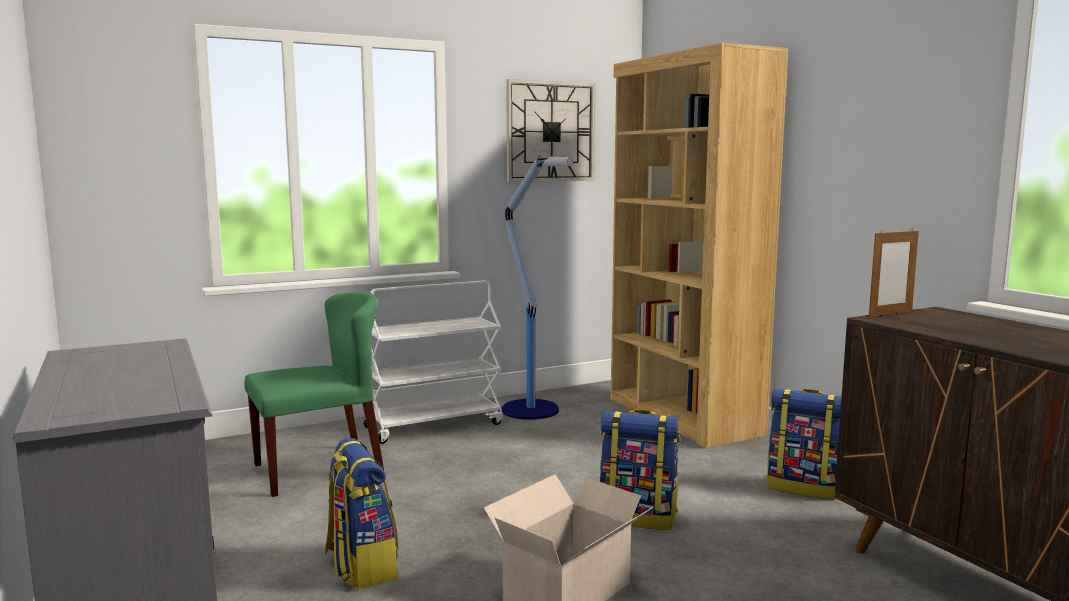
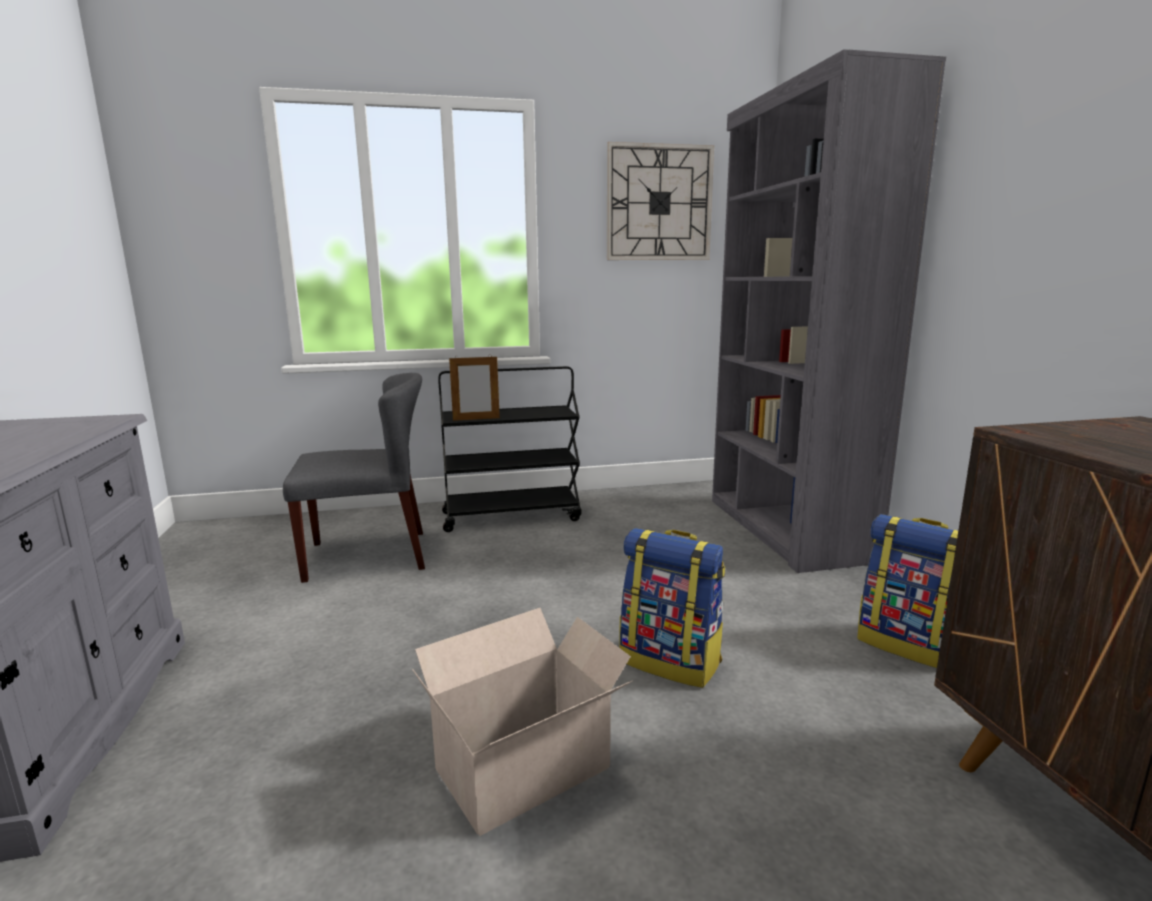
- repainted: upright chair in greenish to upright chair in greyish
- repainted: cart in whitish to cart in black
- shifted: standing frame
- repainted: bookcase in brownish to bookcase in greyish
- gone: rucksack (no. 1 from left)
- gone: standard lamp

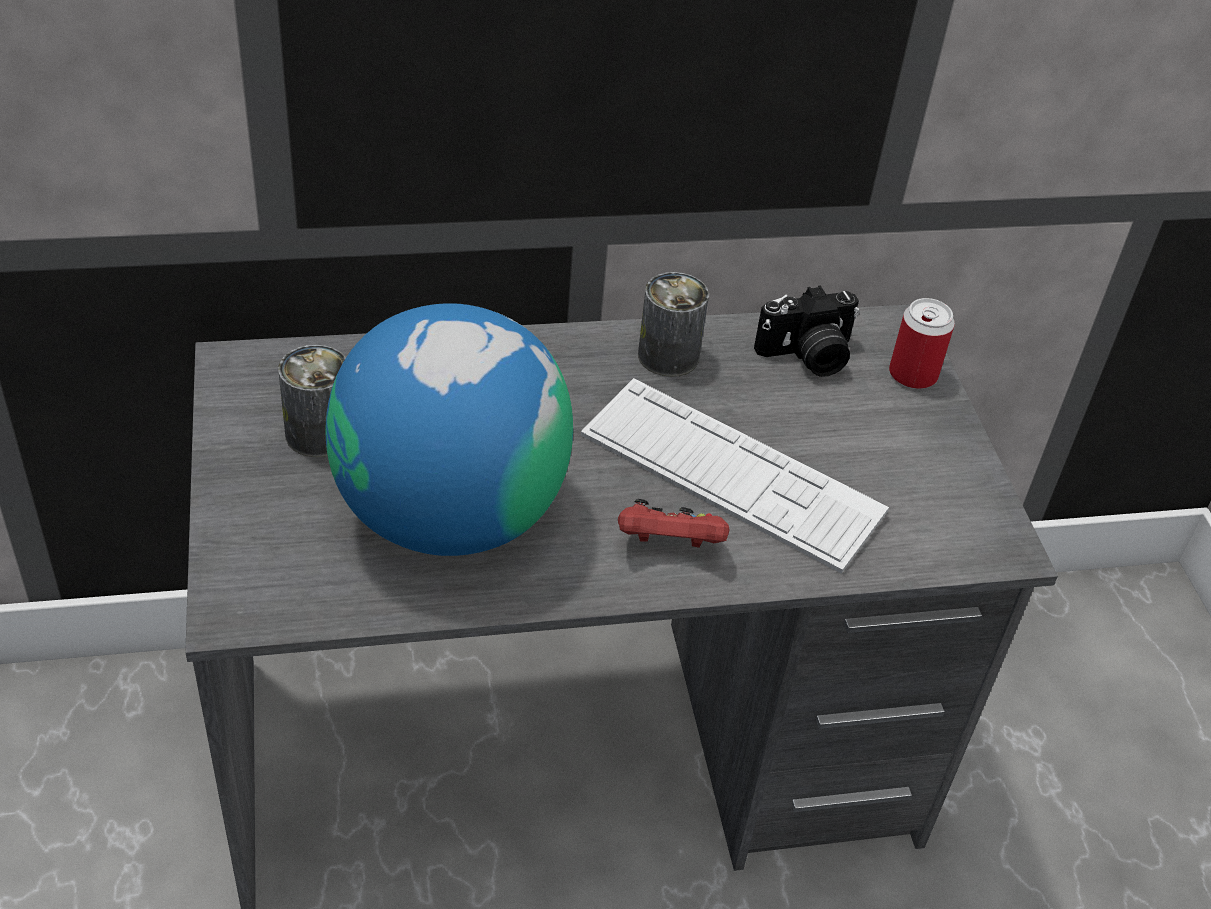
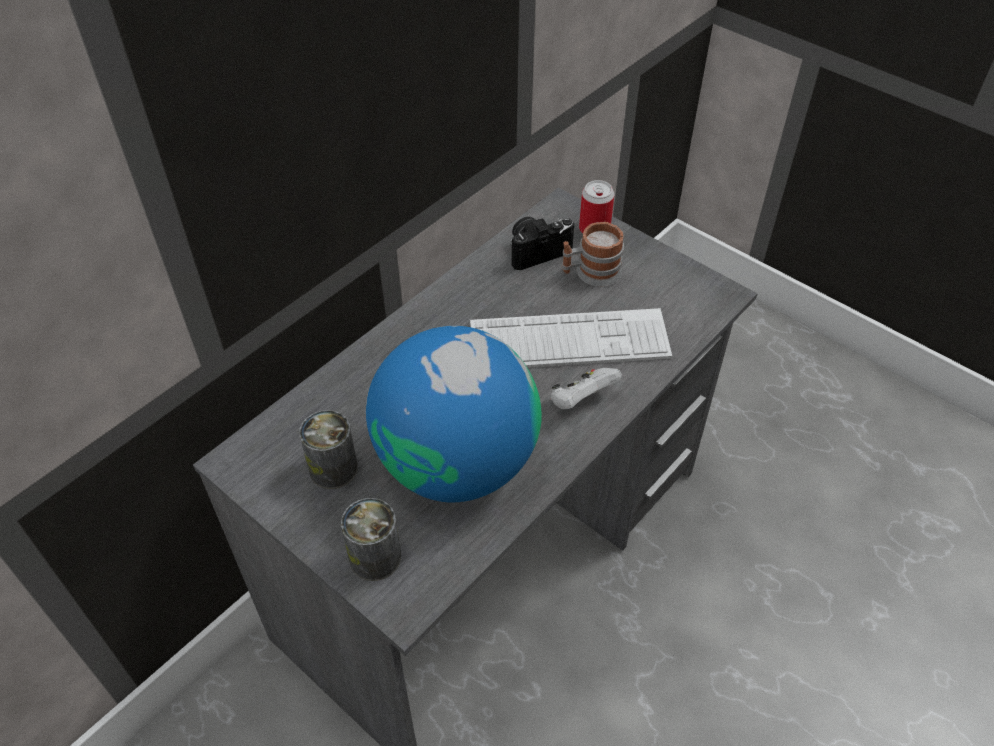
- shifted: sealed can (no. 2 from left)
- rotated: still camera 150 degrees counterclockwise
- repainted: game controller in red to game controller in whitish
- new: coffee mug

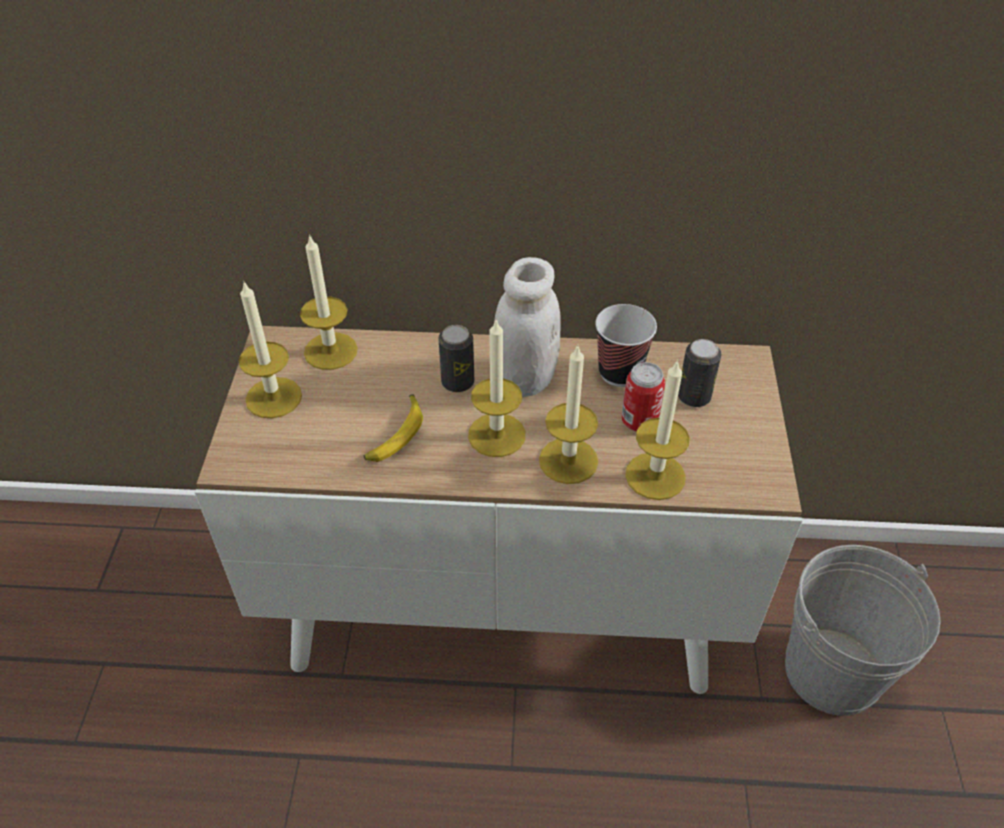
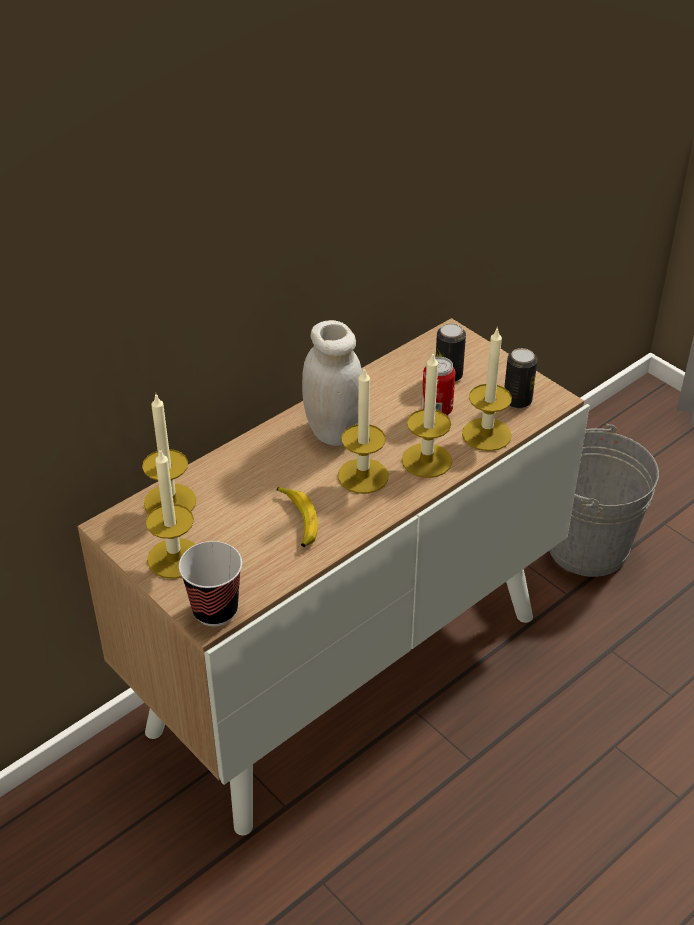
- shifted: small cup
- shifted: sealed can (no. 1 from left in the first image) to sealed can (no. 3 from left)

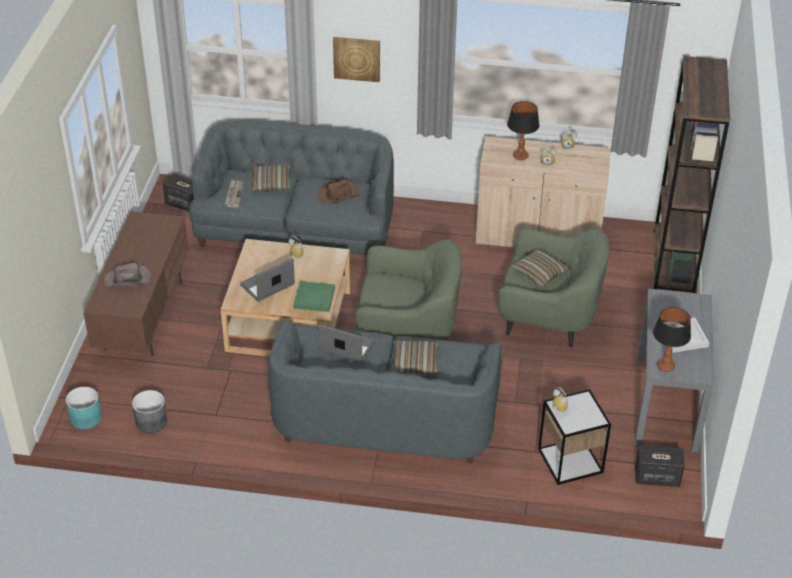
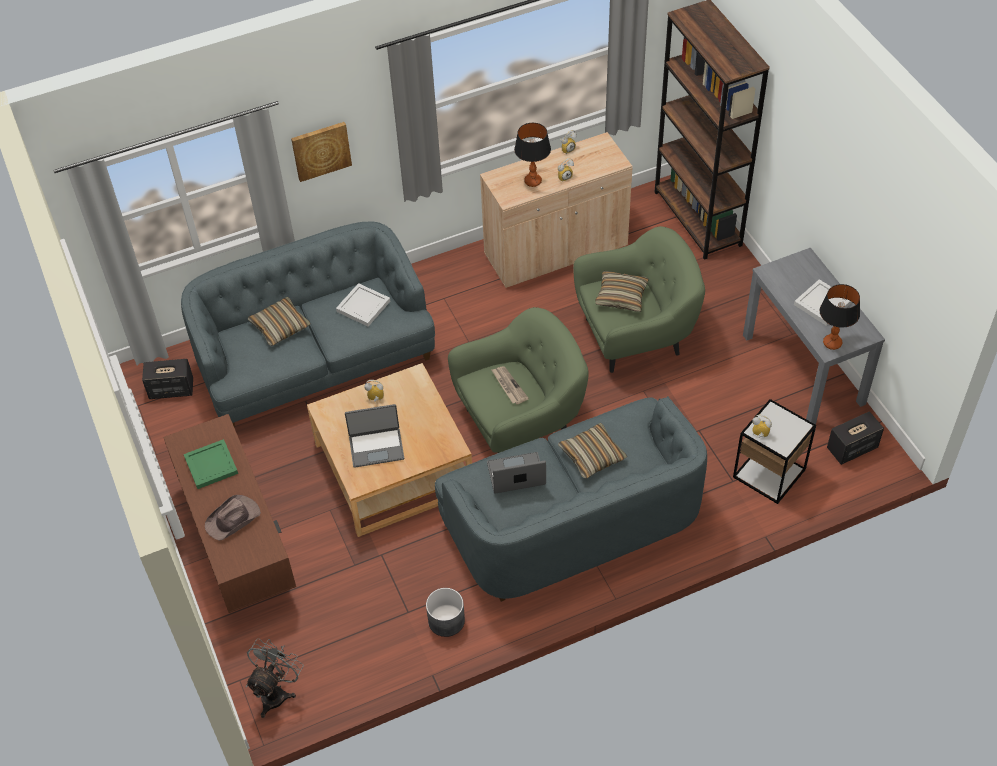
- shifted: carrying tray in greenish
- swapped: flower pot in turquoise to cooling fan in greyish
- swapped: clothing hat in brownish (no. 2 from left) to carrying tray in whitish (no. 1 from left)
- rotated: notebook computer (no. 1 from left) 120 degrees counterclockwise
- shifted: flower pot in greyish
- shifted: newspaper

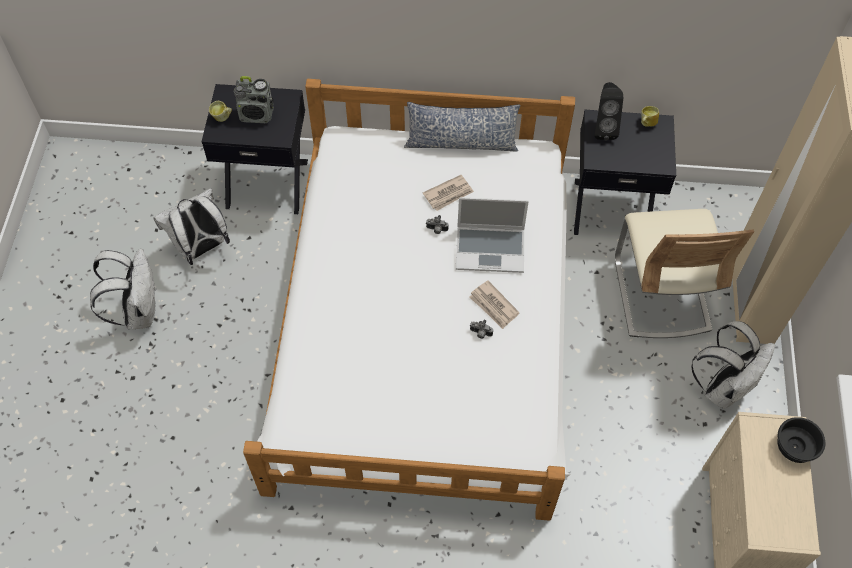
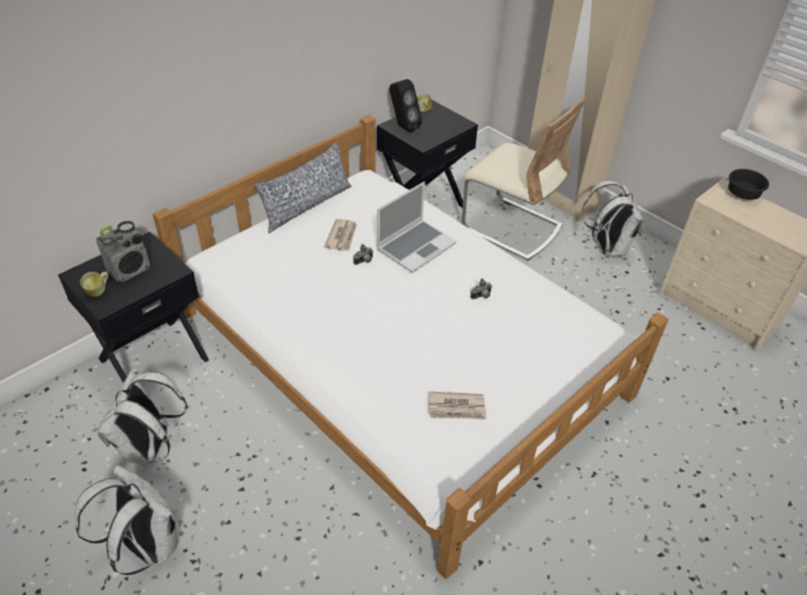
- shifted: newspaper (no. 2 from left)

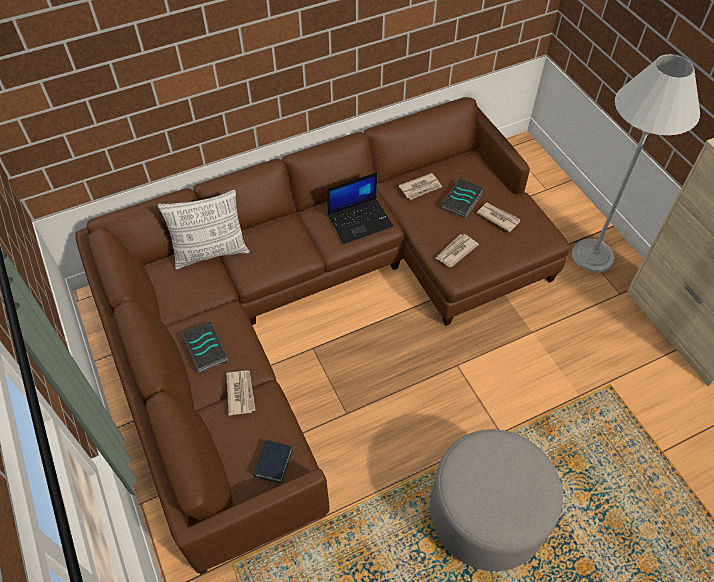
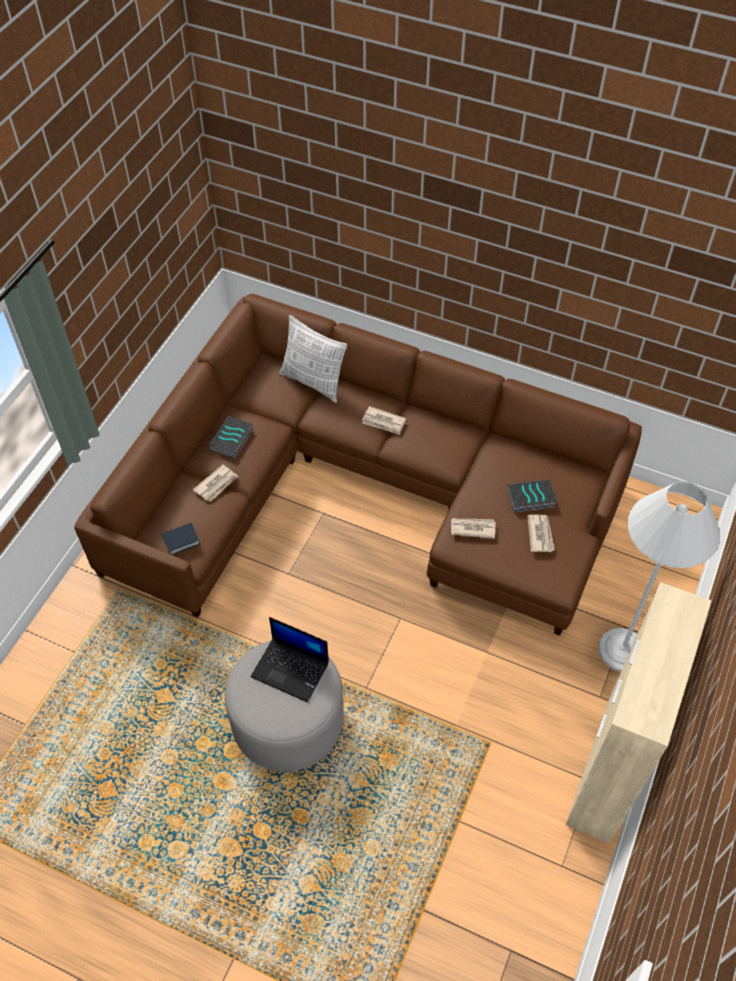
- shifted: notebook computer
- shifted: newspaper (no. 2 from left)

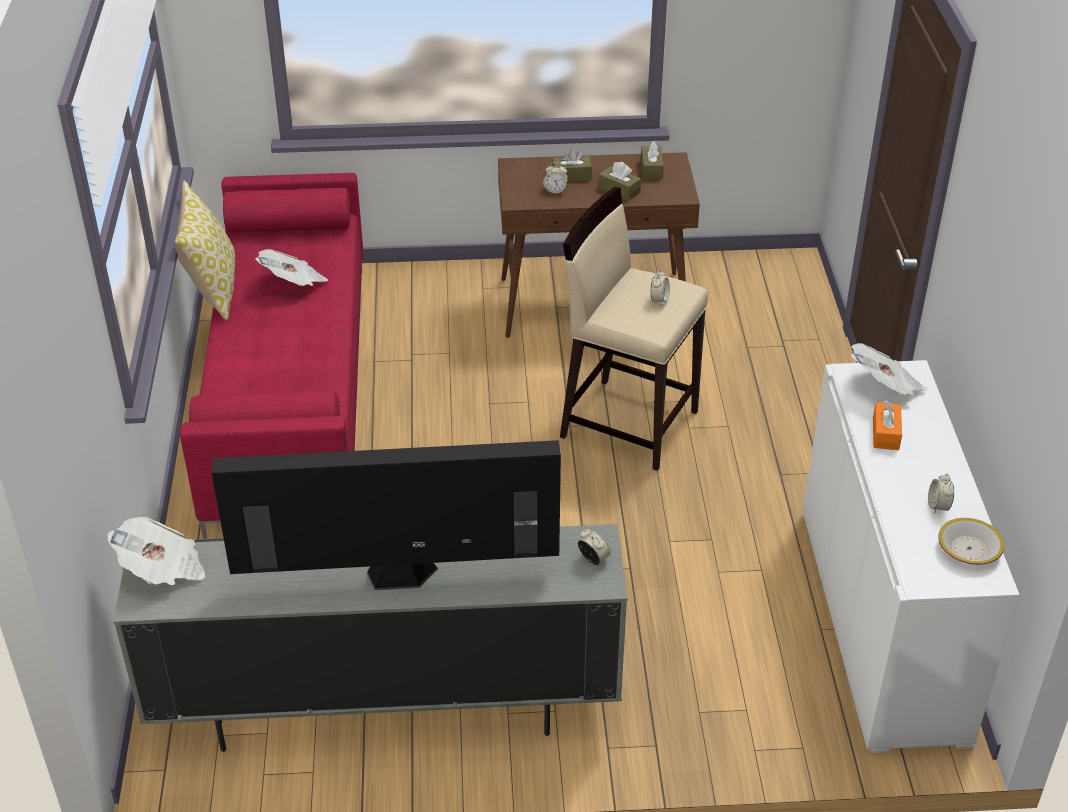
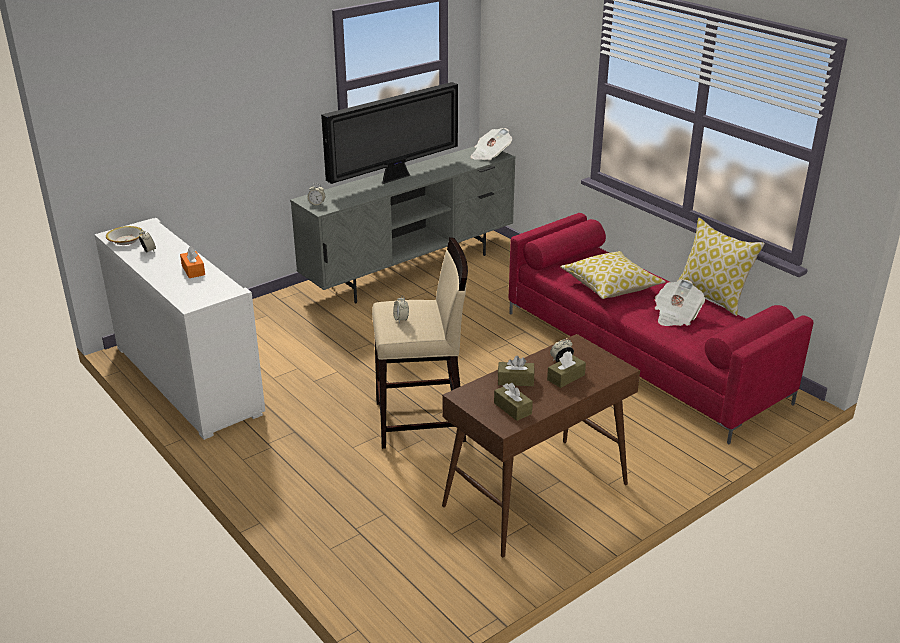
- new: cushion (no. 1 from left)
- gone: newspaper (no. 3 from left)

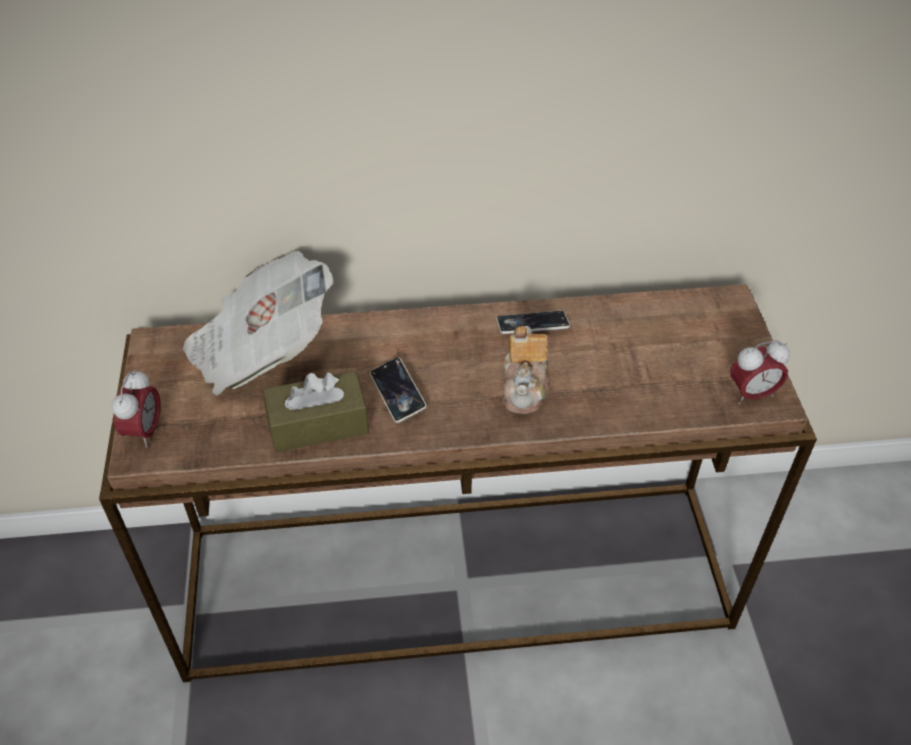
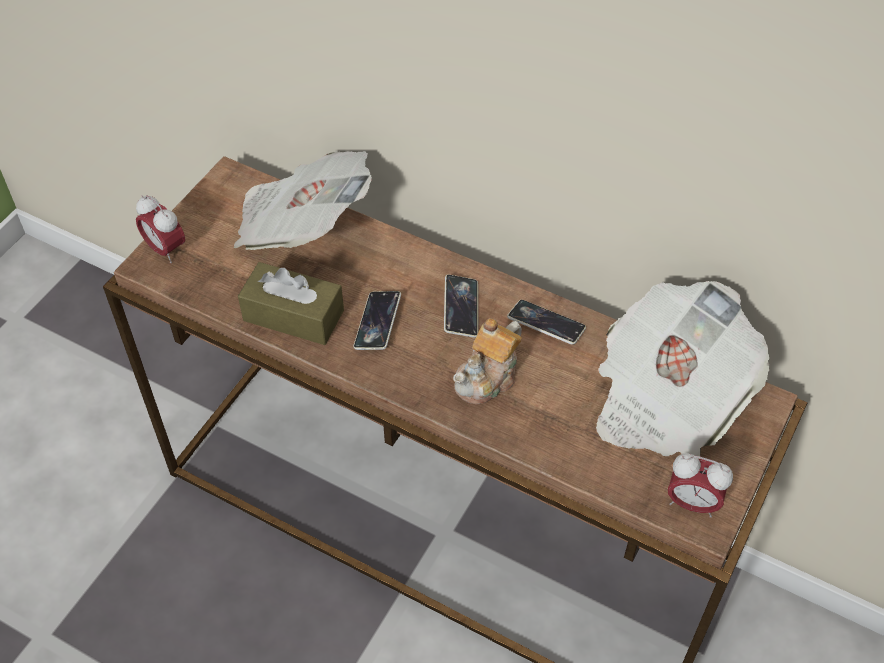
- rotated: bedside clock (no. 1 from left) 90 degrees clockwise
- new: phone (no. 2 from left)
- new: newspaper (no. 2 from left)

